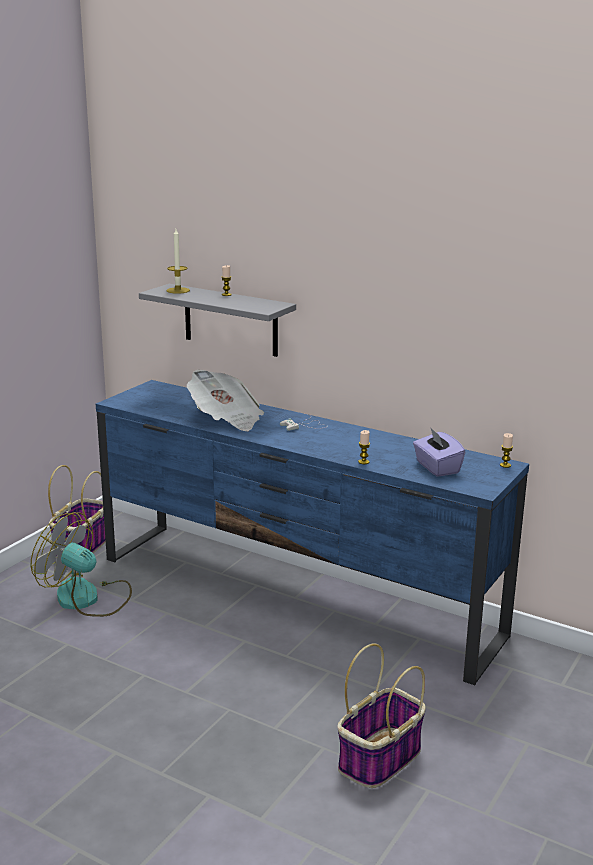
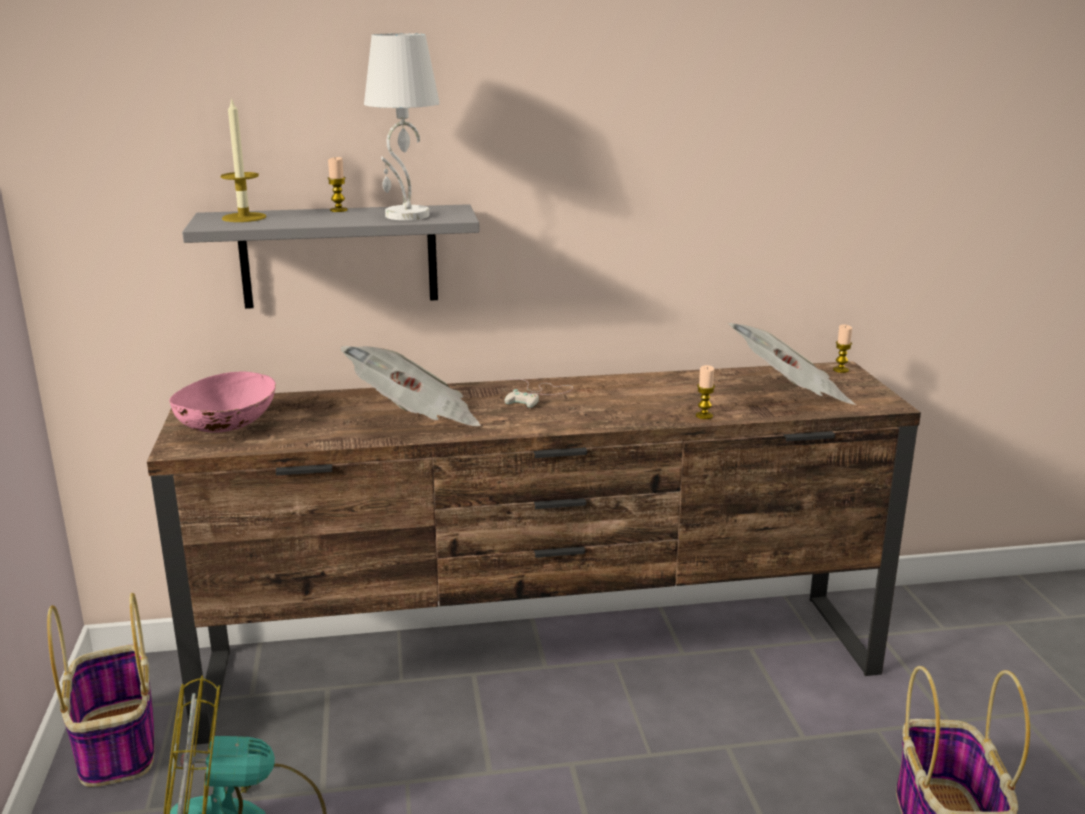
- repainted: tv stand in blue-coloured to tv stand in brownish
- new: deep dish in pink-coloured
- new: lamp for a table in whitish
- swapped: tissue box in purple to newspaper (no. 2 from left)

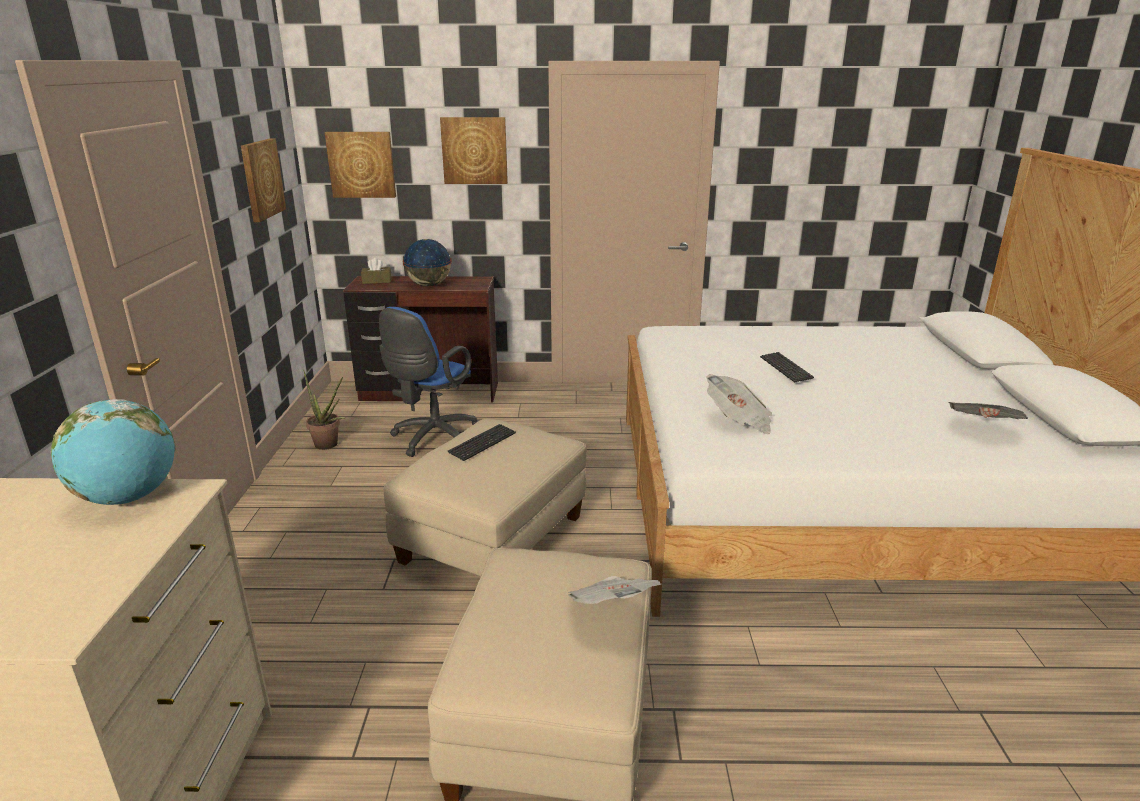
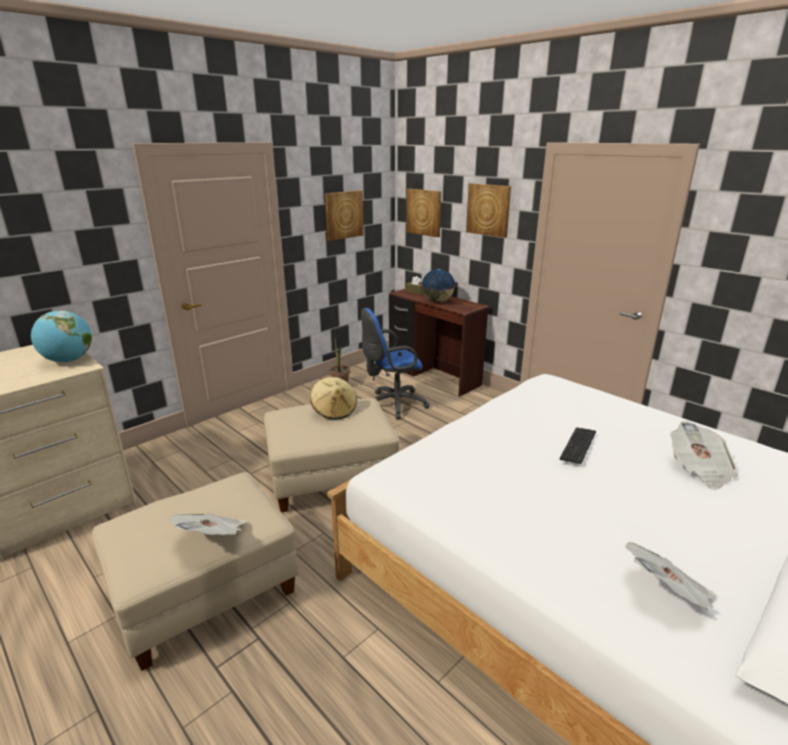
- swapped: PC keyboard (no. 1 from left) to clothing hat in beige-coloured
- shifted: newspaper (no. 2 from left in the first image) to newspaper (no. 3 from left)

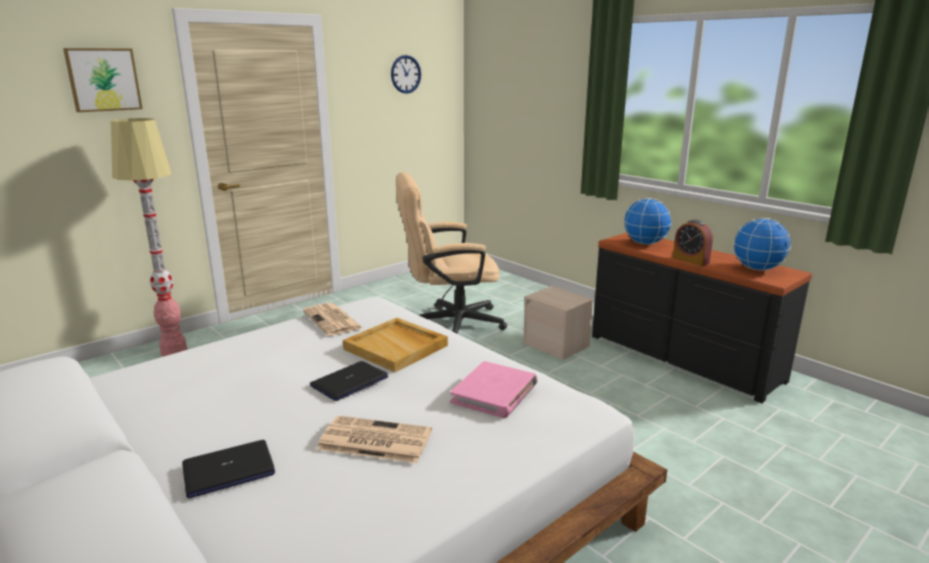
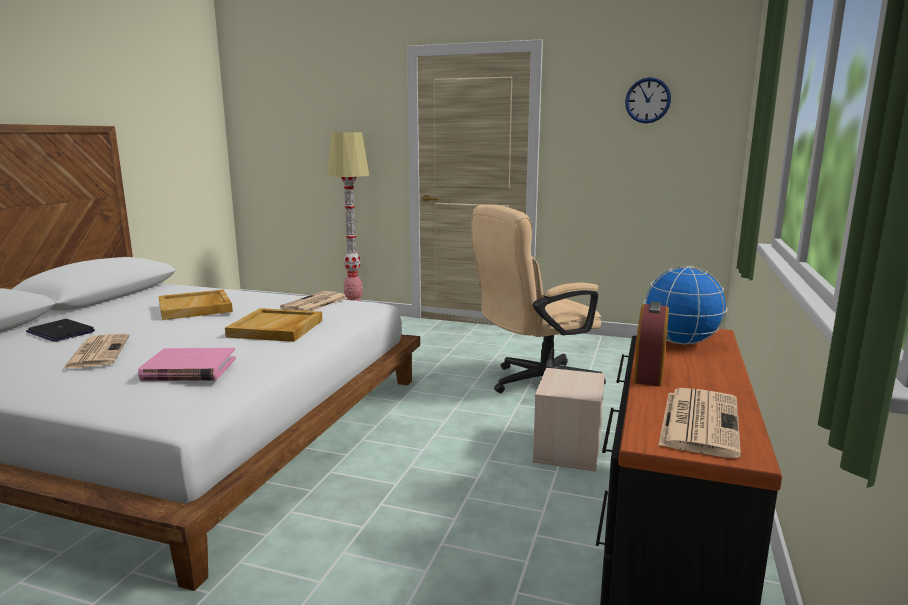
- new: carrying tray in beige-coloured (no. 1 from left)
- rotated: office chair in beige-coloured 75 degrees counterclockwise
- swapped: world globe (no. 2 from left) to newspaper (no. 3 from left)
- gone: picture
- gone: notebook computer (no. 2 from left)

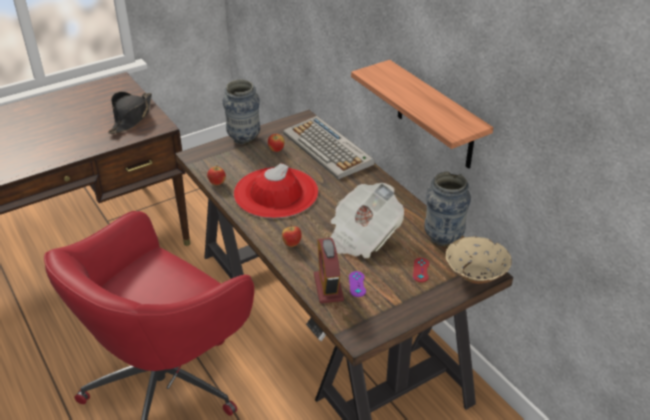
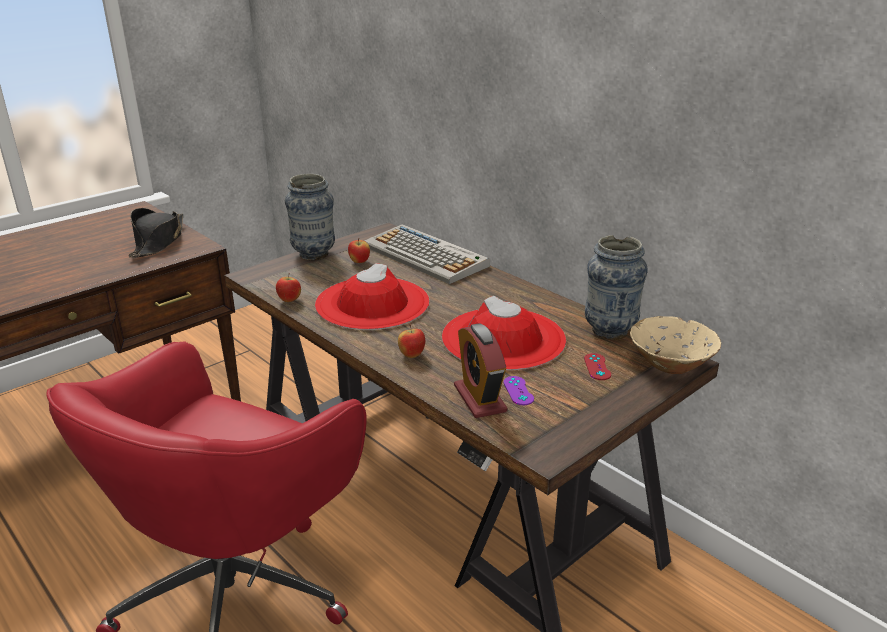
- swapped: newspaper to clothing hat in red (no. 2 from left)
- gone: shelf

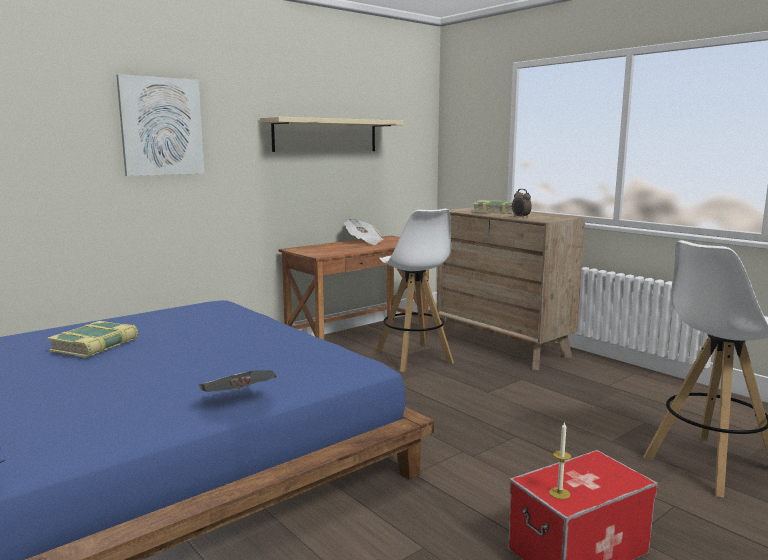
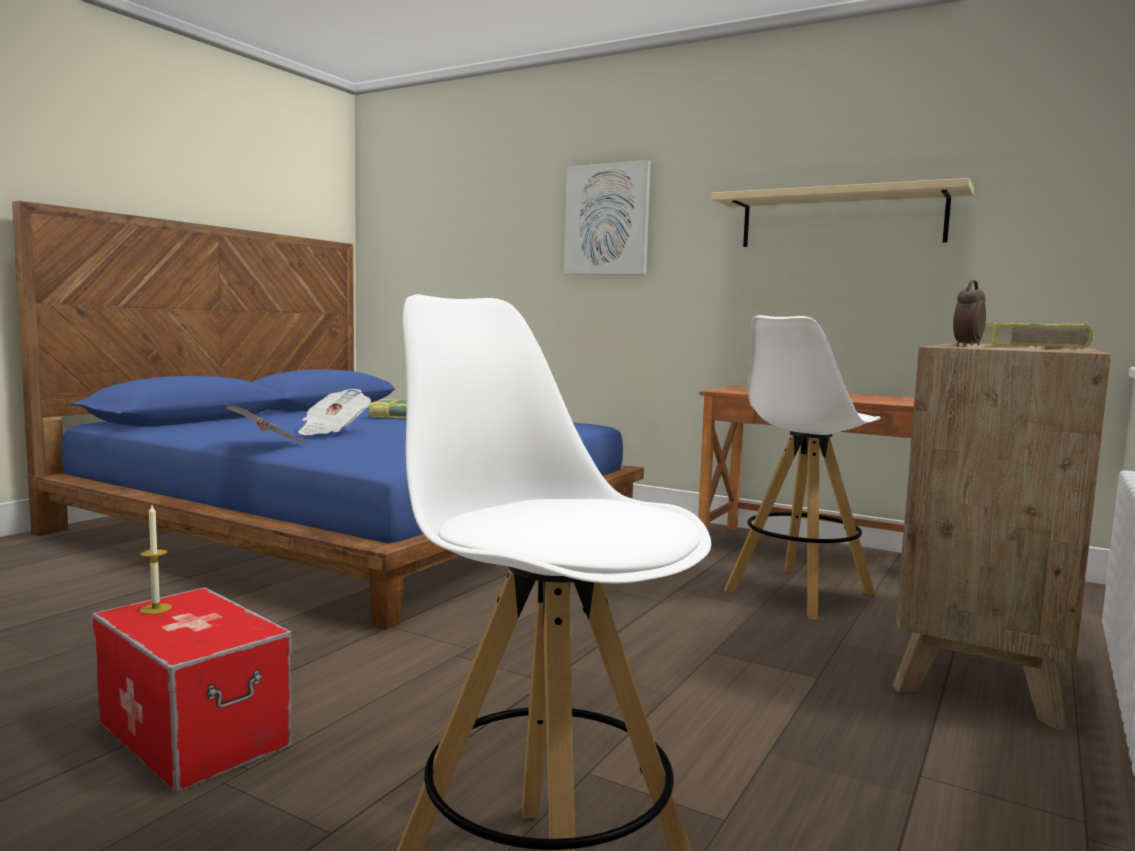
- shifted: newspaper (no. 2 from left)

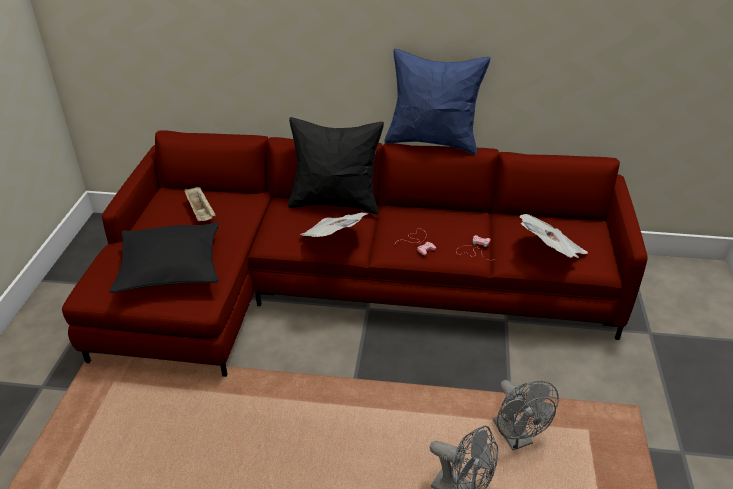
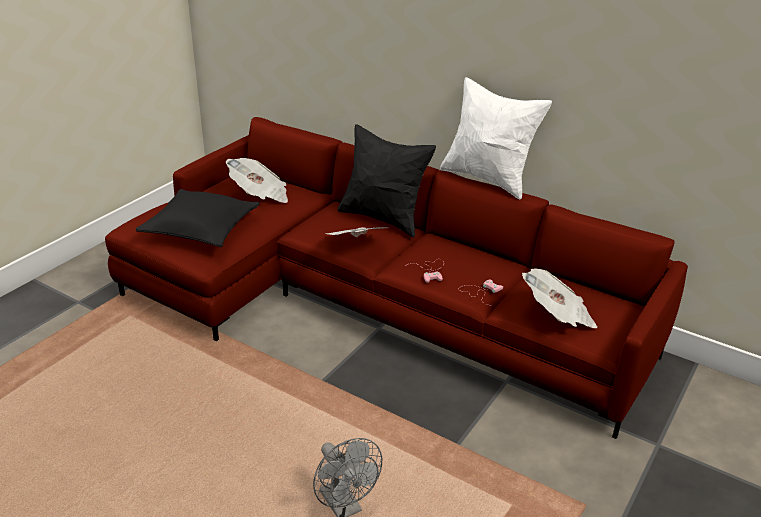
- swapped: carrying tray in beige-coloured to newspaper (no. 1 from left)
- repainted: cushion in blue-coloured to cushion in whitish
- gone: cooling fan in greyish (no. 2 from left)

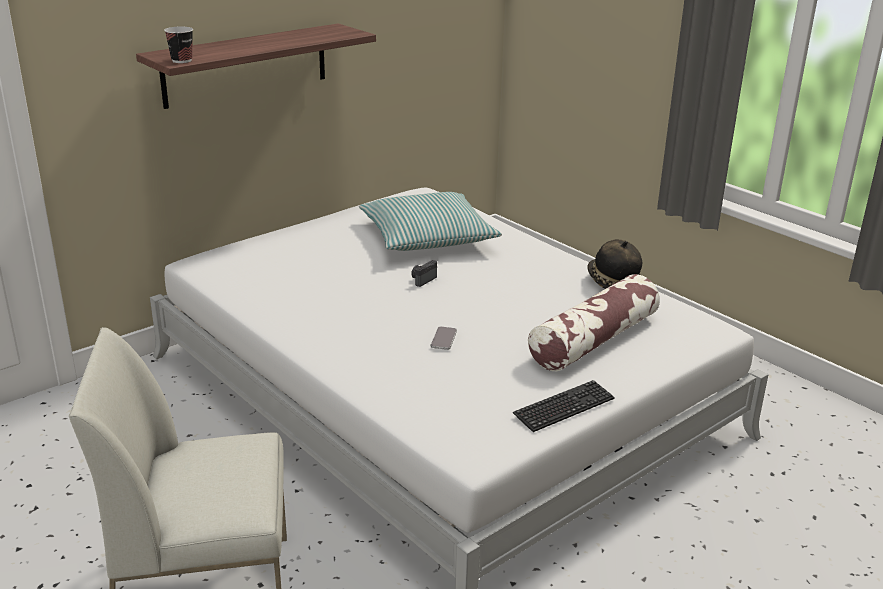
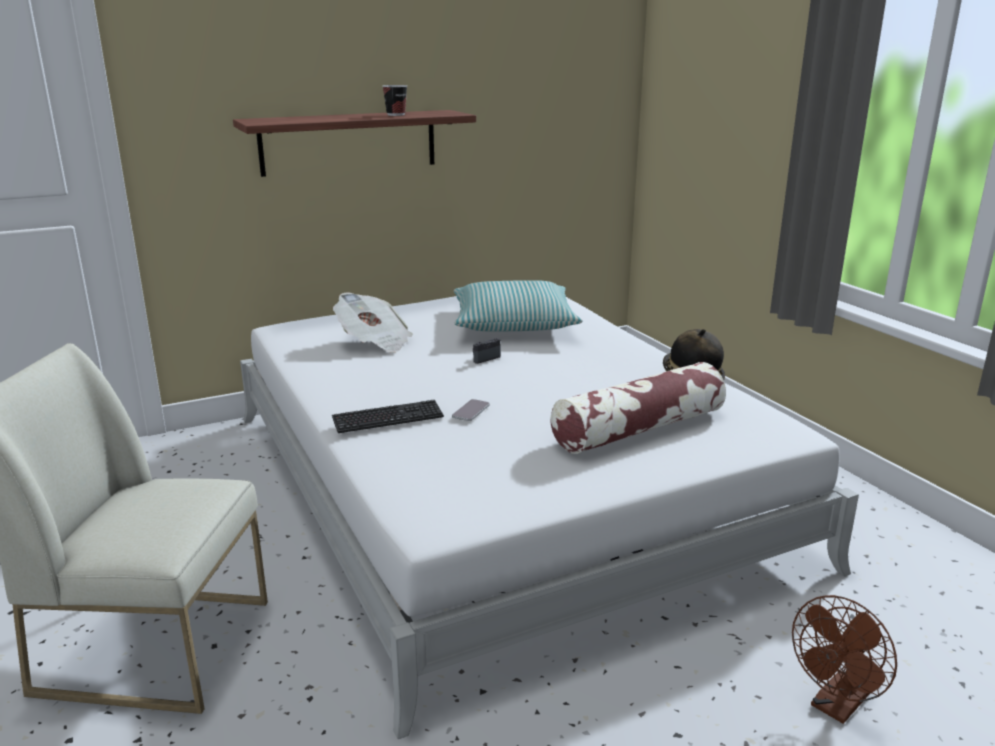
- shifted: PC keyboard
- new: newspaper
- shifted: small cup
- new: cooling fan in brownish

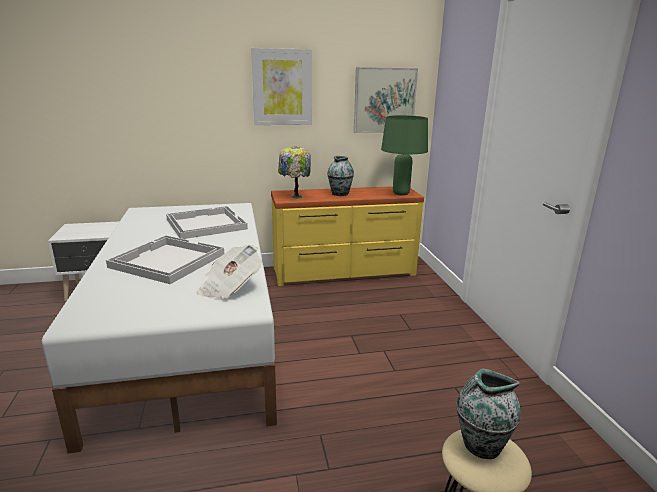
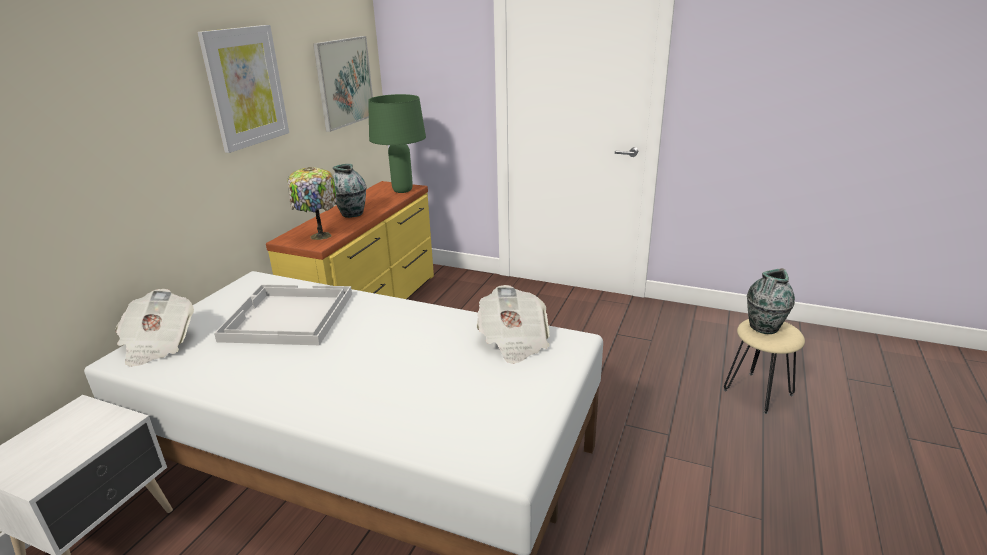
- new: newspaper (no. 1 from left)
- gone: carrying tray in whitish (no. 1 from left)

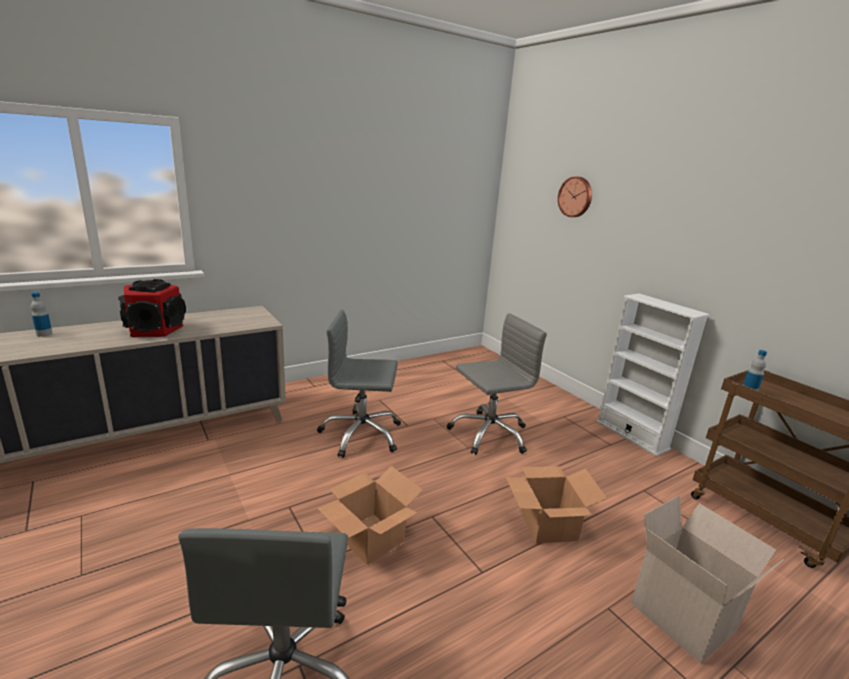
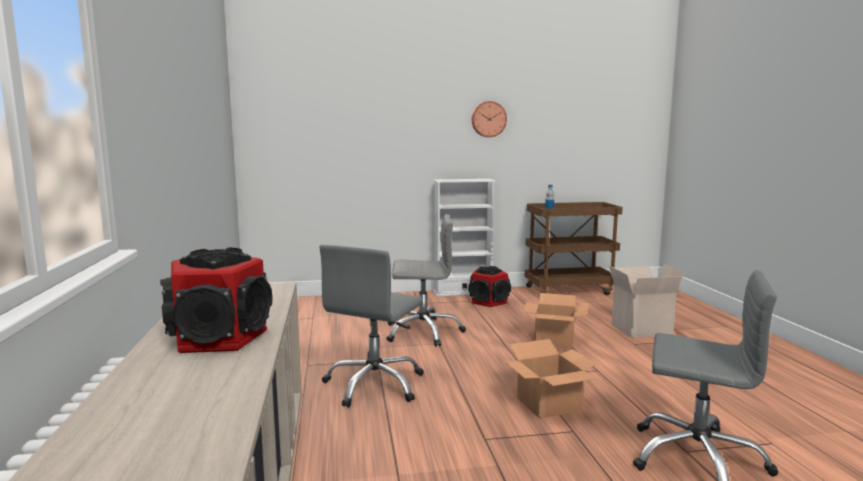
- rotated: office chair in greyish (no. 3 from left in the first image) 90 degrees clockwise
- new: loudspeaker (no. 2 from left)
- shifted: hanging clock
- gone: beverage bottle (no. 1 from left)

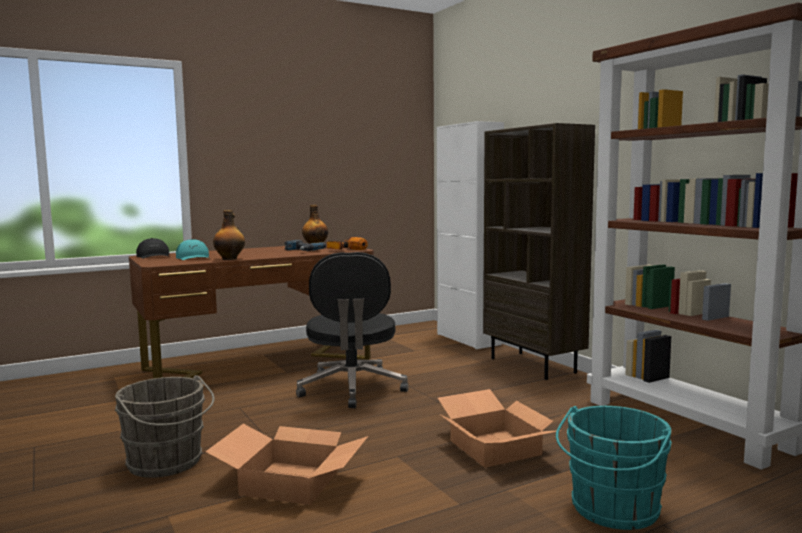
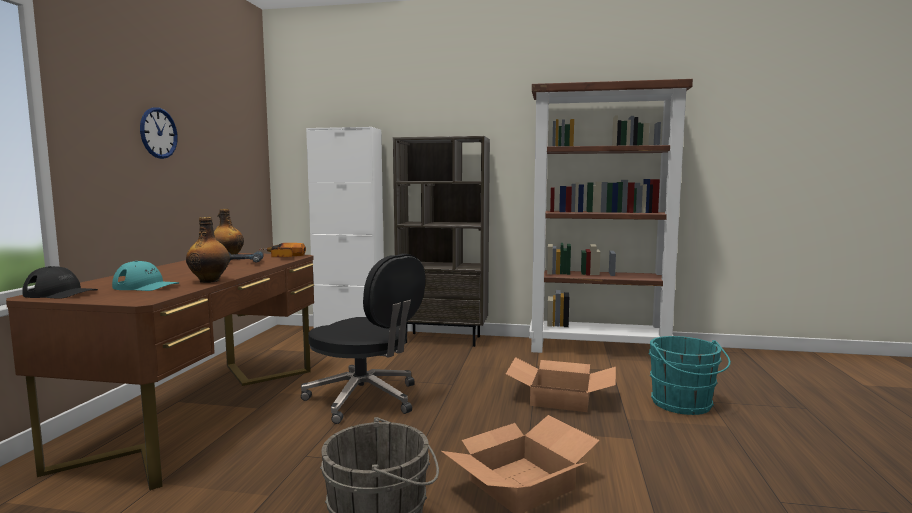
- new: hanging clock

